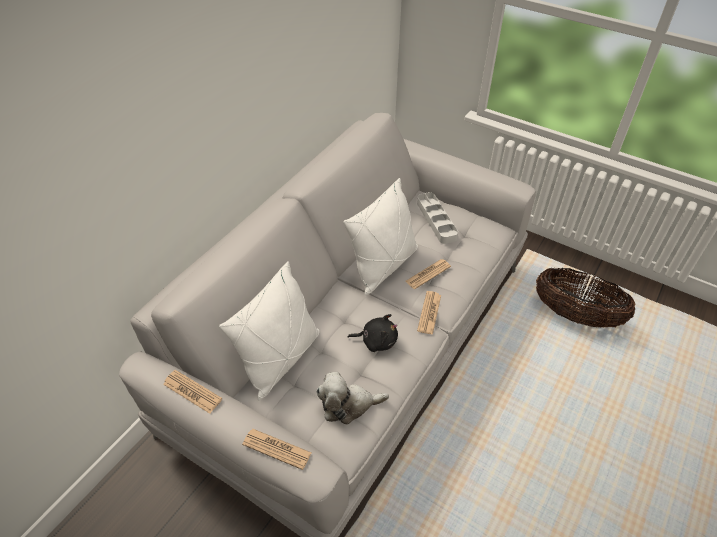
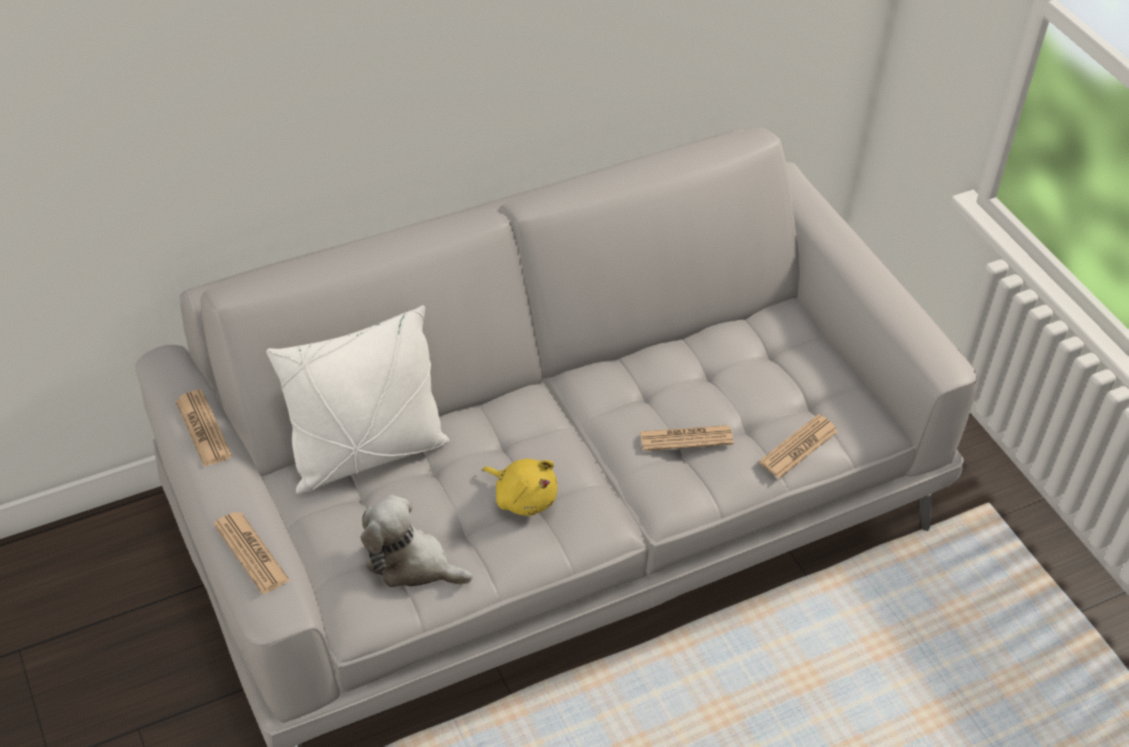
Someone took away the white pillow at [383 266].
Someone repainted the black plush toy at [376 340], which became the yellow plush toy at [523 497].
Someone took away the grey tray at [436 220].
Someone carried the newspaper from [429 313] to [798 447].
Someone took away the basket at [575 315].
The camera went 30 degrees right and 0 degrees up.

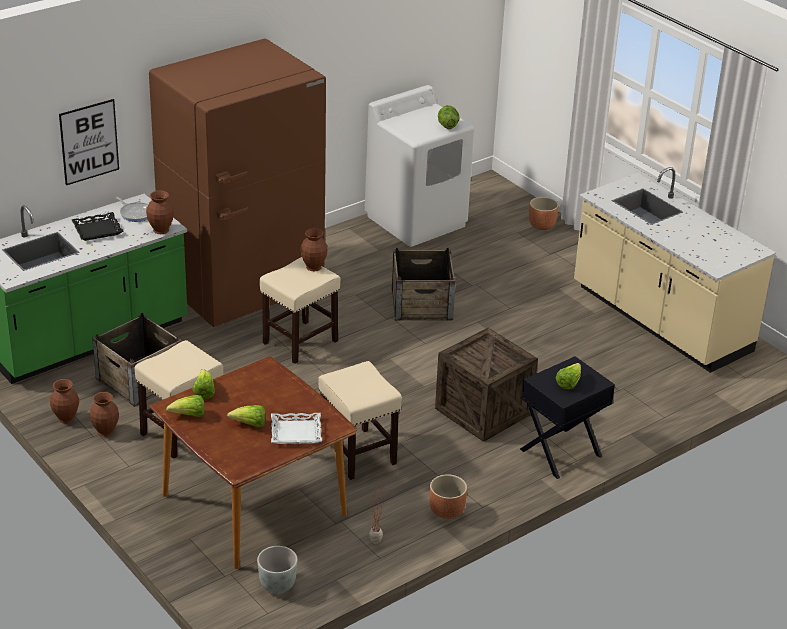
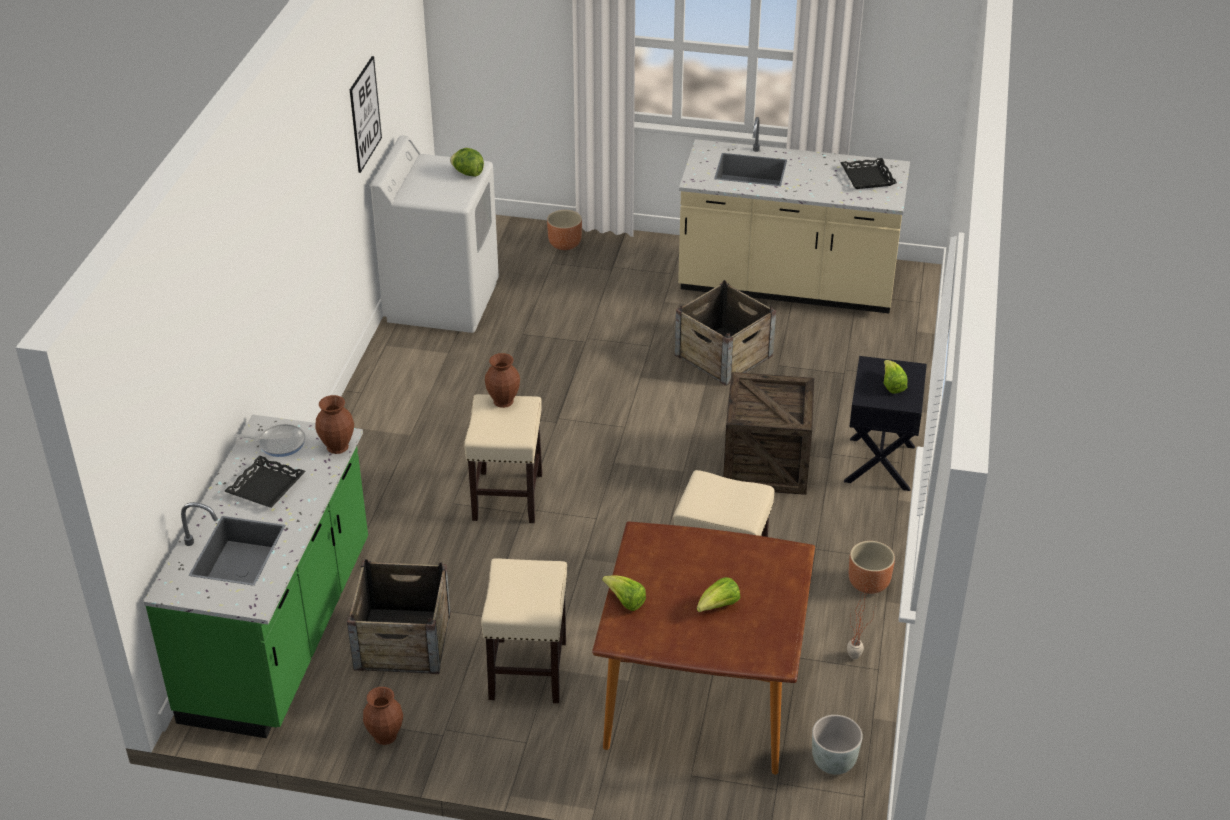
Someone carried the picture from [89 142] to [365 114].
Someone took away the brown vase at [105 431].
Someone took away the brown fridge at [243 289].
Someone took away the lettuce at [189 415].
Someone took away the white tray at [296 432].
Someone carried the crate from [422 304] to [723 355].
Someone put down the black tray at [868 178].
The camera went 40 degrees left and 5 degrees up.

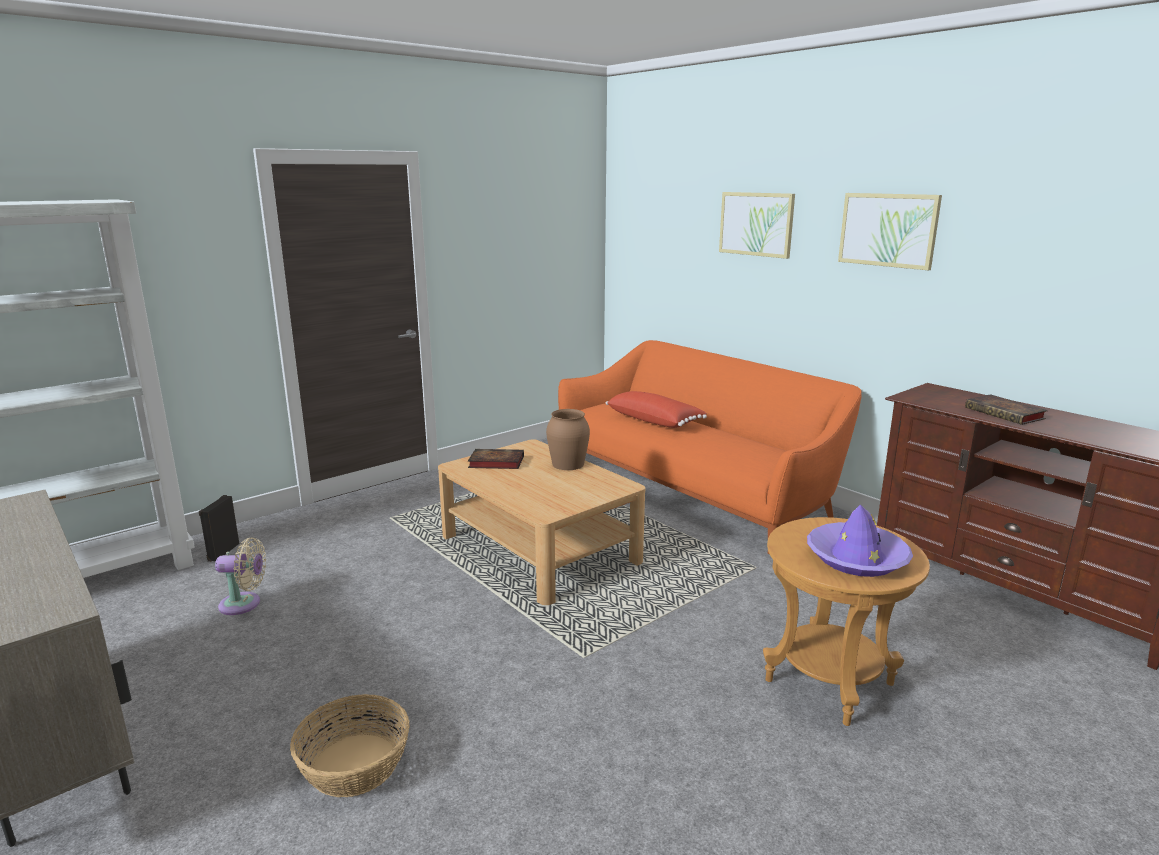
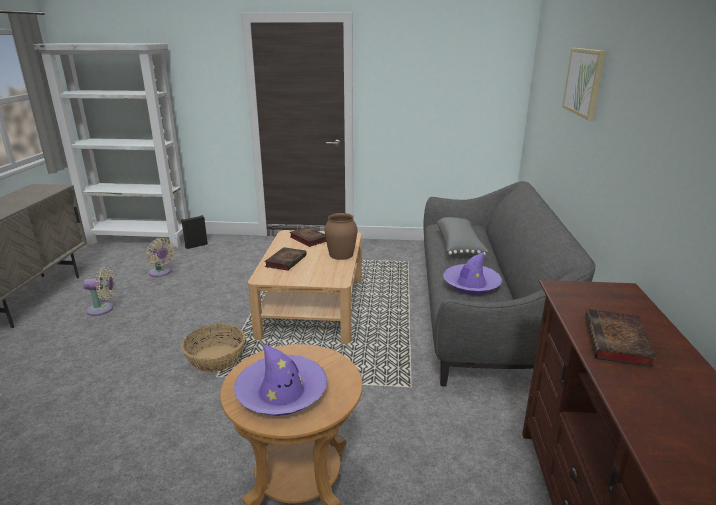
Someone carried the basket from [353 765] to [215 358].
Someone repainted the orange sofa at [695 489], which became the grey sofa at [481 314].
Someone repainted the red pillow at [655 421], which became the grey pillow at [459 246].
Someone took away the picture at [888 230].
Someone put down the beige fan at [103 309].
Someone put down the book at [286 261].
Someone put down the purple hat at [471 284].
The camera went 45 degrees right and 5 degrees up.

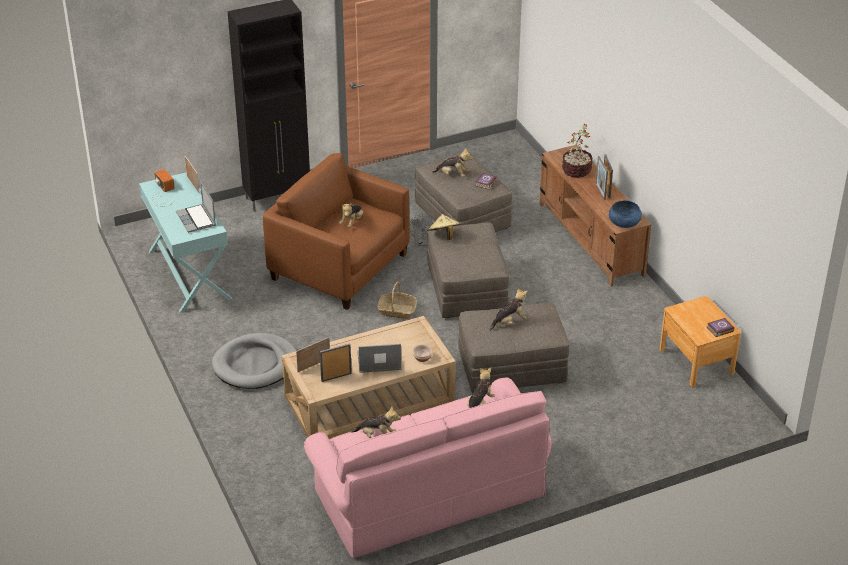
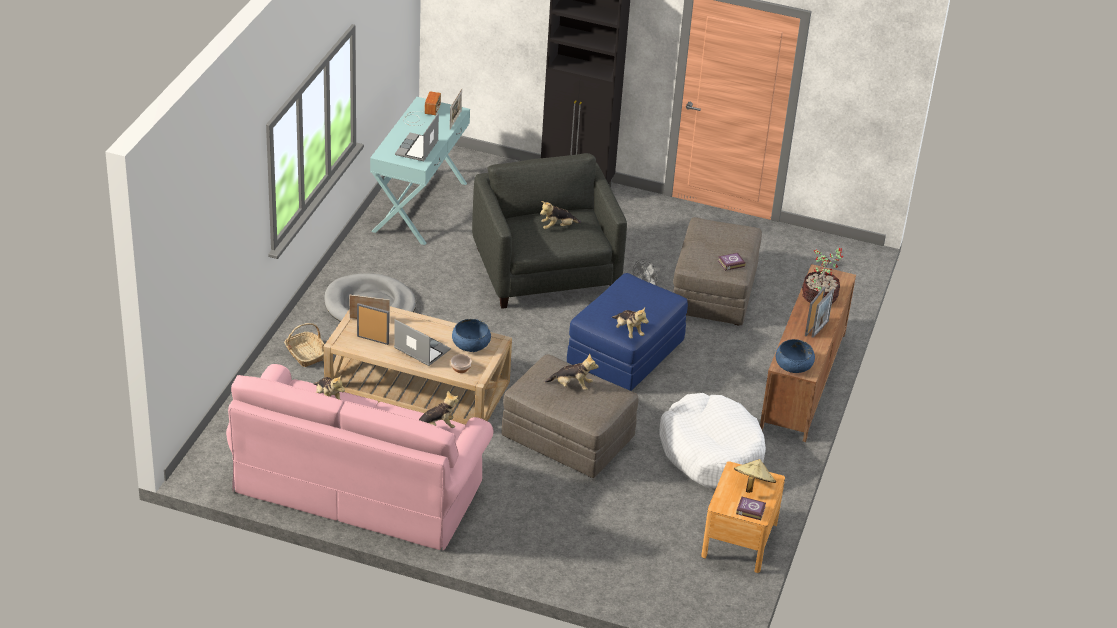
Someone repainted the brown armchair at [340 267], which became the grey armchair at [546 271].
Someone carried the basket from [397 311] to [305 354].
Someone repainted the grey ottoman at [466 289], which became the blue ottoman at [625 353].
Someone carried the beige hat from [444 235] to [752 485].
Someone carried the plush toy from [453 174] to [628 331].
Someone put down the blue bowl at [471 343].
Someone put down the white dog bed at [711 453].
The camera went 40 degrees right and 0 degrees up.

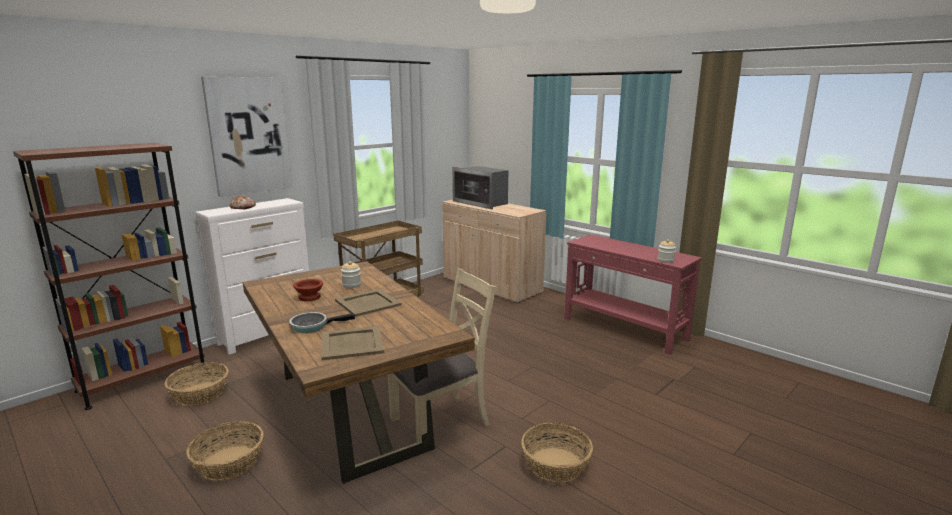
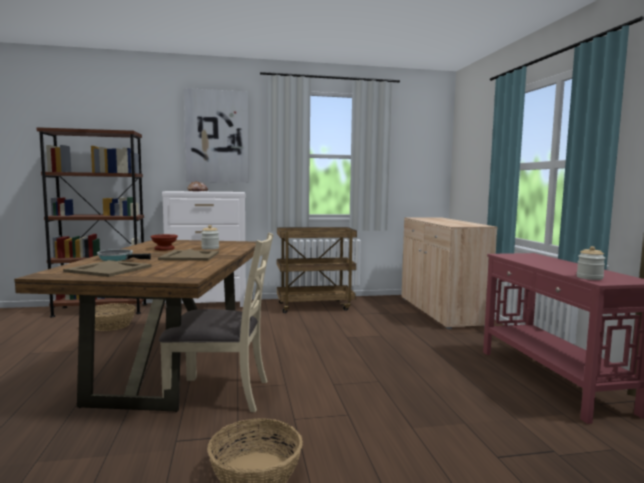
Someone took away the basket at [228 463].
Someone took away the microwave at [482 203].
The camera went 35 degrees right and 10 degrees down.

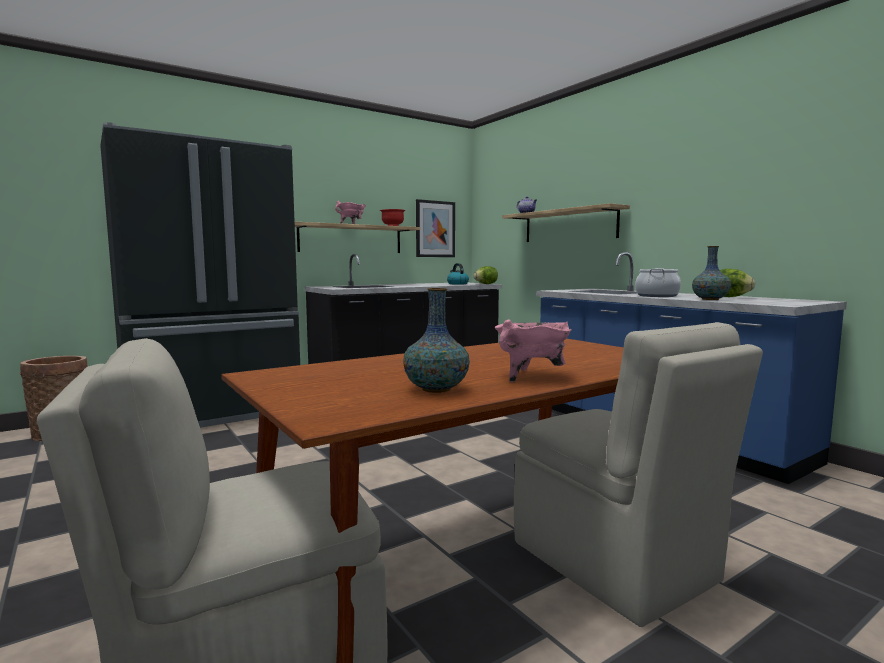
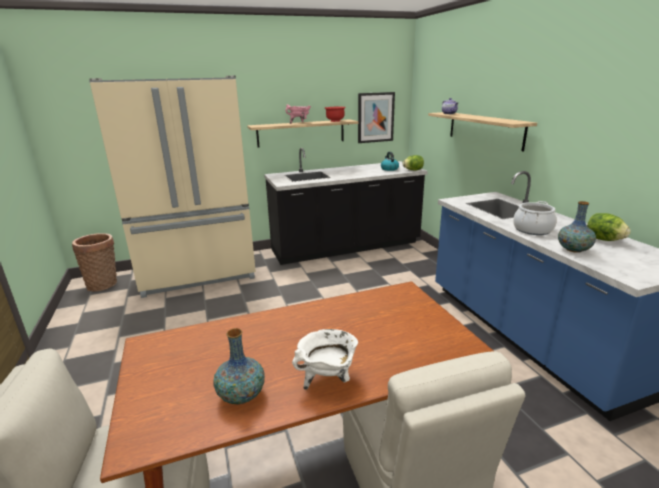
Someone repainted the black fridge at [215 415], which became the beige fridge at [199 274].
Someone repainted the pink cooking pot at [531 377], which became the white cooking pot at [328 379].
The camera went 15 degrees right and 15 degrees up.

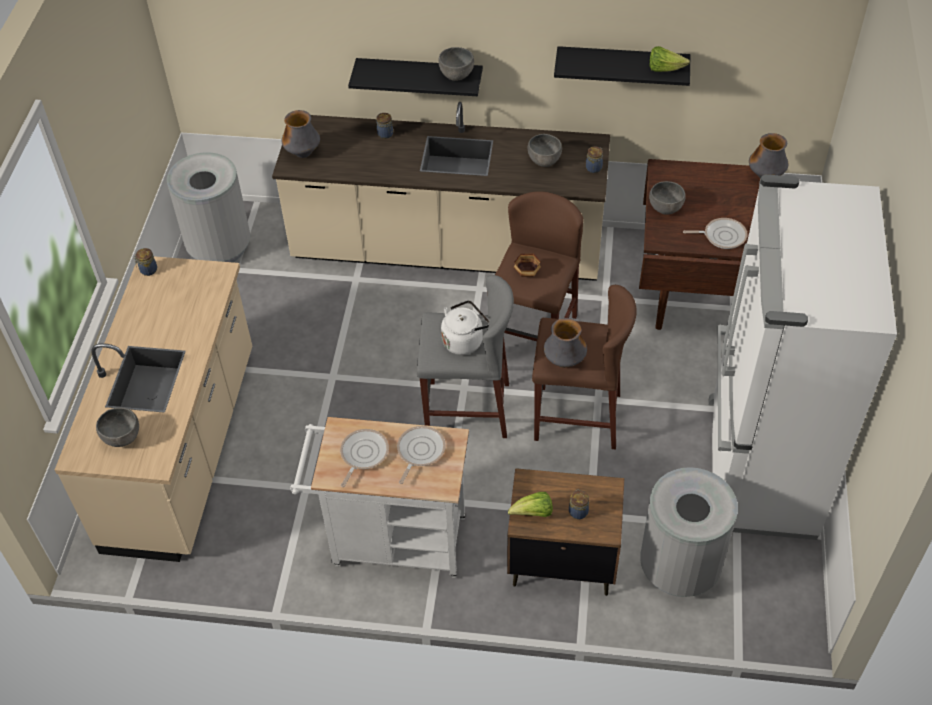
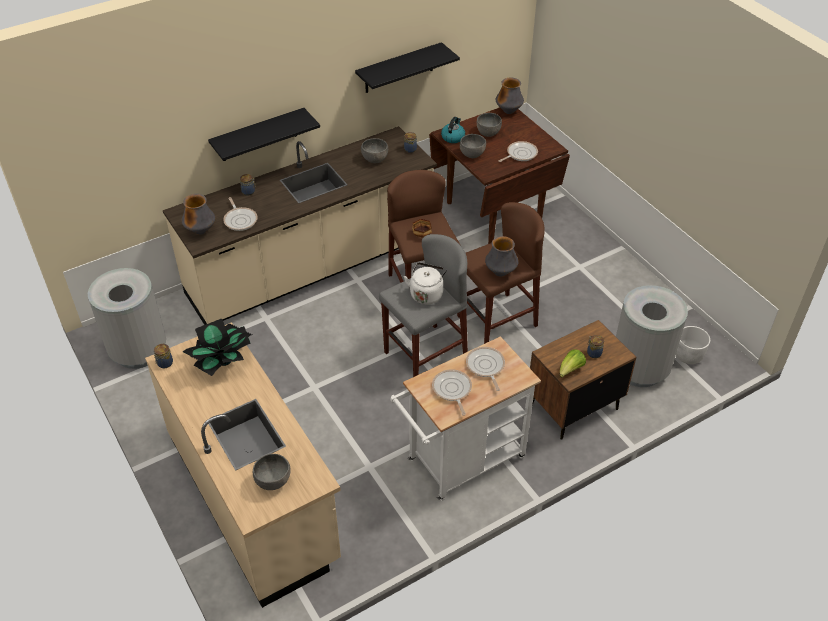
Someone carried the grey bowl from [456 76] to [488 133].
Someone took away the lettuce at [664 69].
Someone took away the white fridge at [757 468].
Someone put down the potted plant at [223 361].
Someone put down the frying pan at [240 220].
Someone put down the kettle at [453 137].
Someone put down the white planter at [688 355].
The camera went 40 degrees left and 5 degrees down.

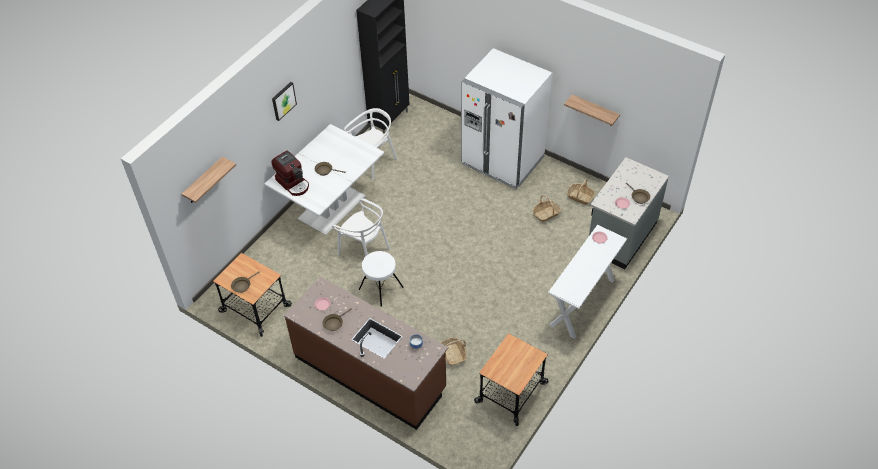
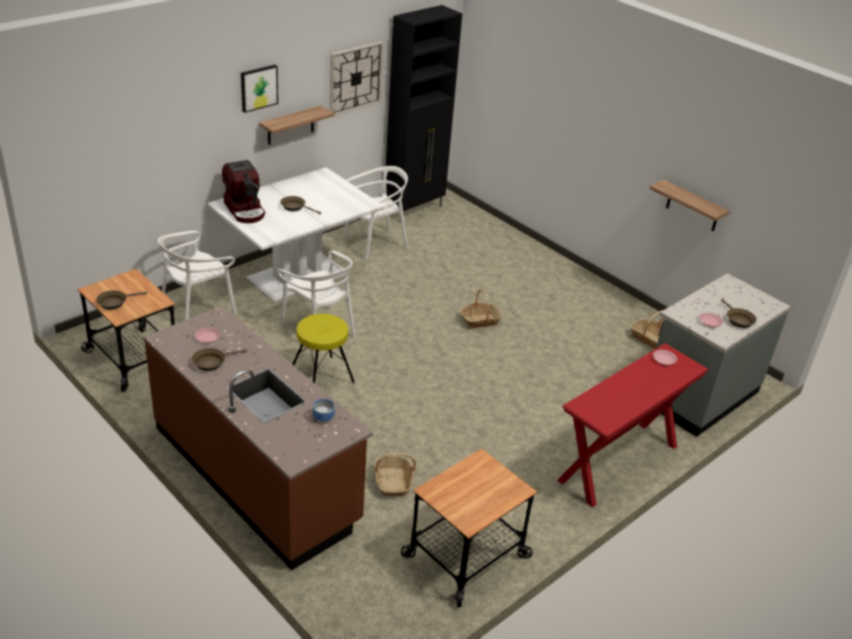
Someone carried the shelf from [204 181] to [290 125].
Someone repainted the white stool at [380 288], which became the yellow stool at [321 376].
Someone took away the white fridge at [502 161].
Someone carried the basket from [546 214] to [480 321].
Someone repainted the white console table at [582 302], which became the red console table at [618 463].
Someone put down the white chair at [197 310].
Someone put up the wall clock at [355 78].
The camera went 10 degrees right and 15 degrees down.

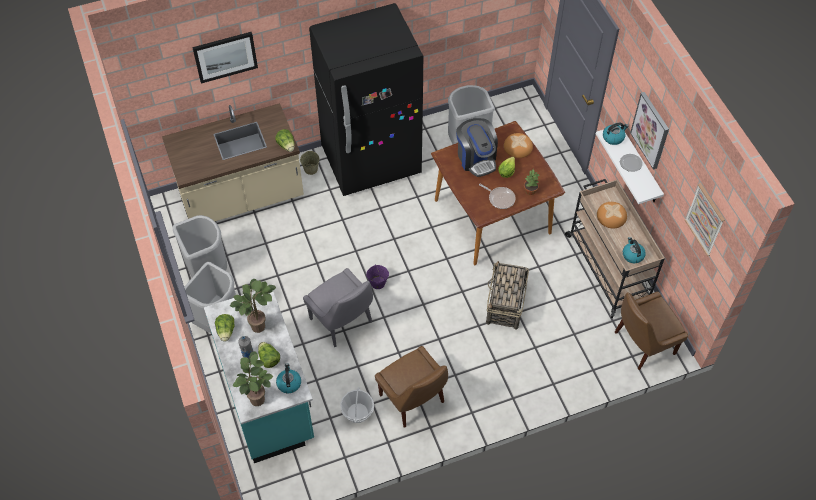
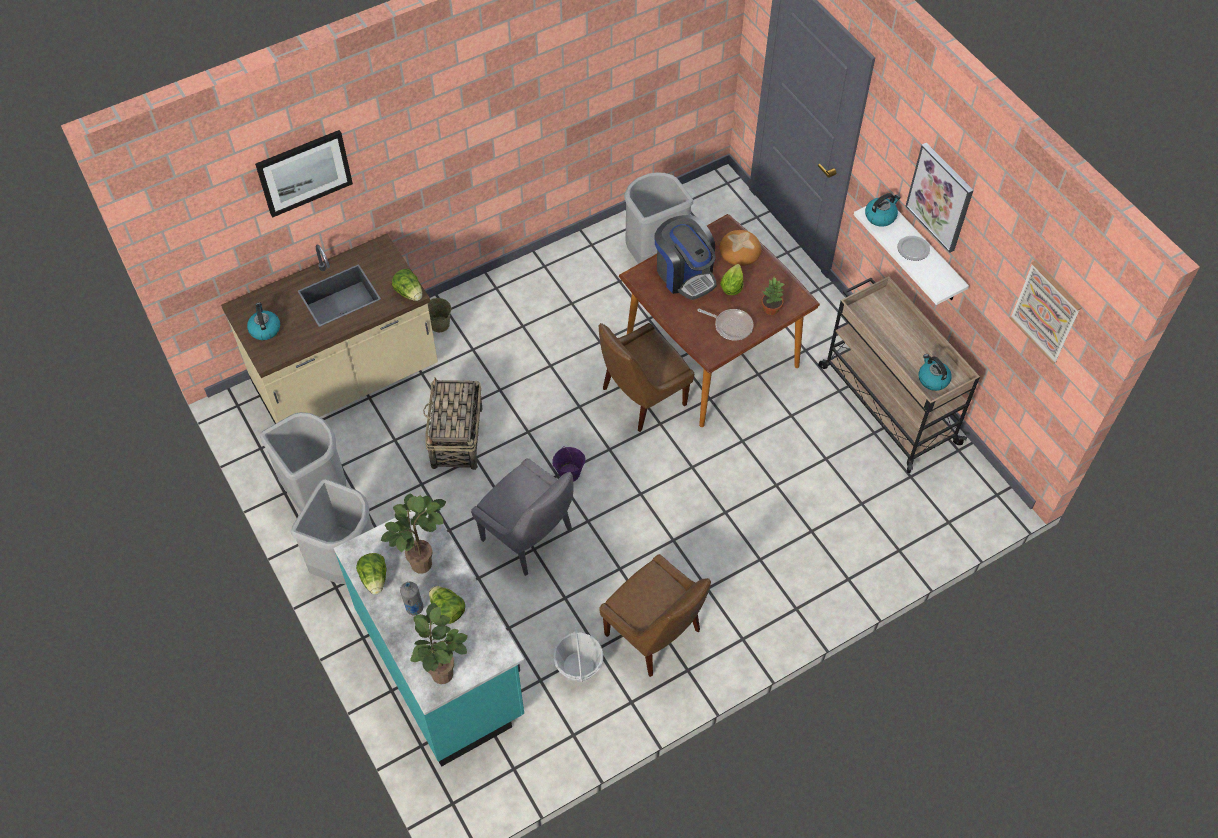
Someone carried the kettle from [289 383] to [264 329].
Someone took away the black fridge at [371 161].
Someone carried the basket from [505 305] to [457 438].
Someone took away the bread at [611 216].
Someone carried the brown chair from [642 344] to [641 398].
The camera went 10 degrees left and 0 degrees up.

